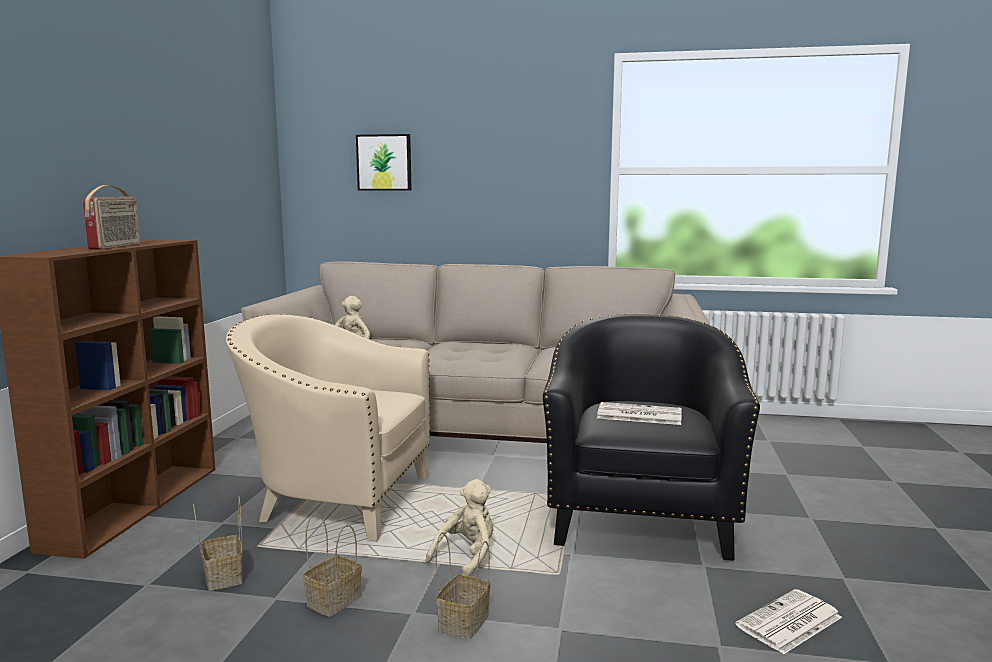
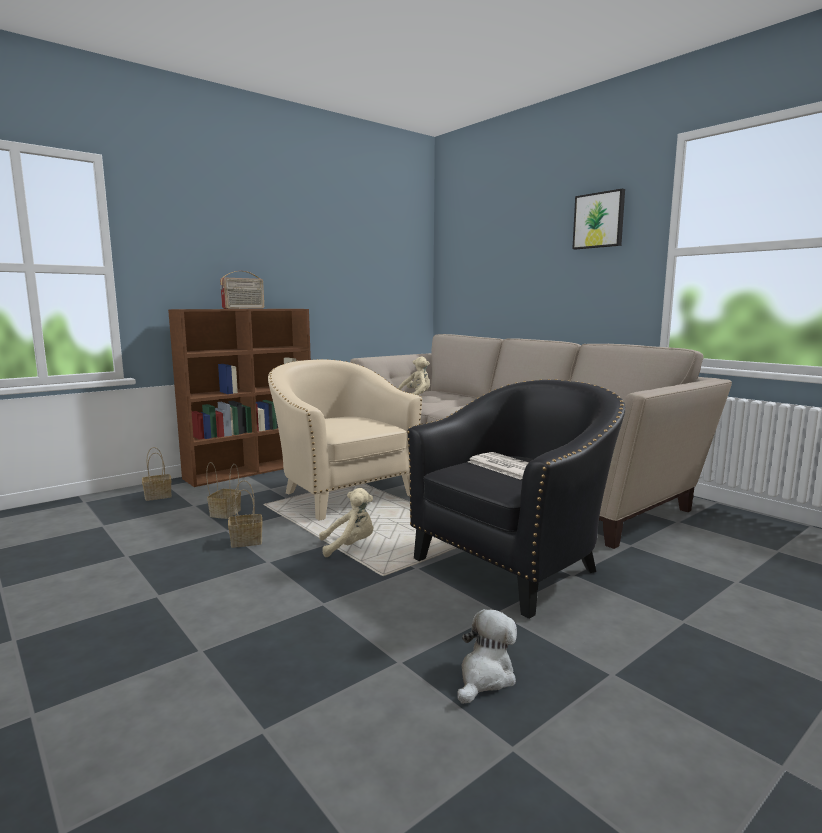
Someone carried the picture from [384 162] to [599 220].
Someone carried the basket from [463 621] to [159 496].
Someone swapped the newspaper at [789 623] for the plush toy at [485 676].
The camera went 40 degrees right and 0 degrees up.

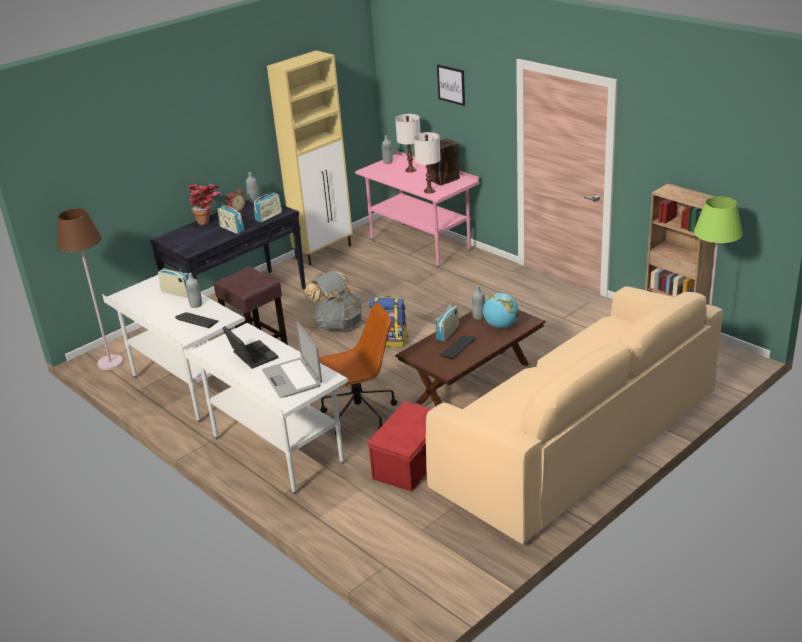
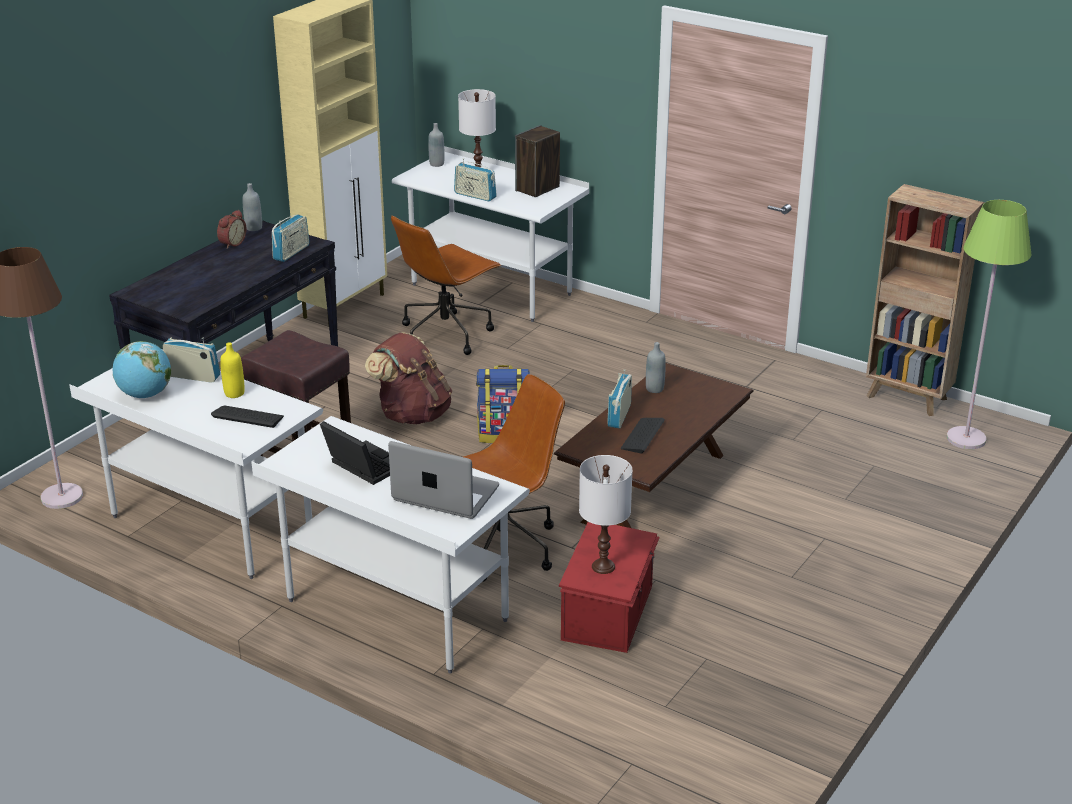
Someone repainted the grey bottle at [196 305], which became the yellow bottle at [234 393].
Someone took away the potted plant at [208 222].
Someone carried the radio from [232 229] to [475 195].
Someone rotated the laptop at [292 378] by 150 degrees clockwise.
Someone repainted the grey backpack at [338 324], which became the brown backpack at [412 414].
Someone repainted the pink desk at [420 245], which became the white desk at [491 289].
Someone carried the white table lamp from [429 191] to [603 566].
Someone took away the beige sofa at [578 441].
Someone took away the picture at [451 84].
Someone carried the globe from [501 326] to [145 395].
Someone put down the brown office chair at [446 334].
The camera went 15 degrees left and 0 degrees up.

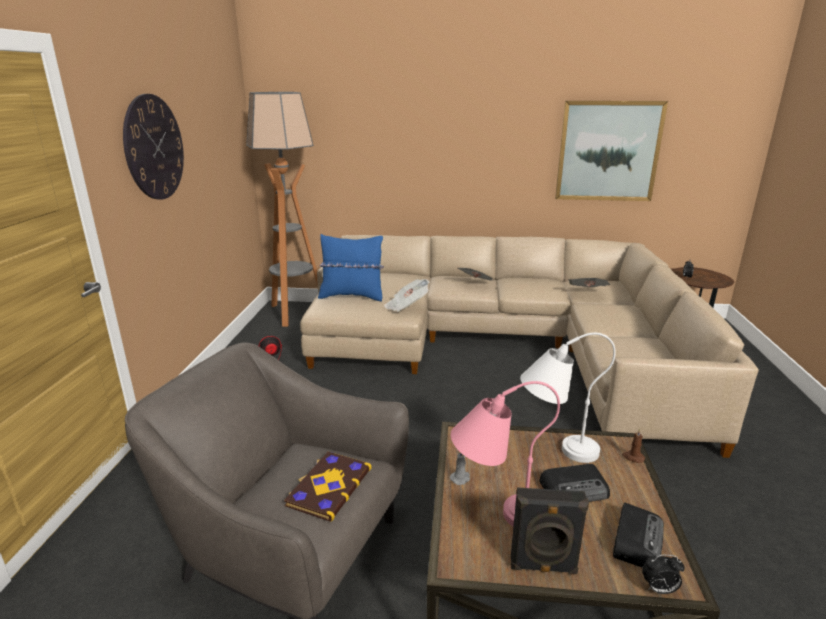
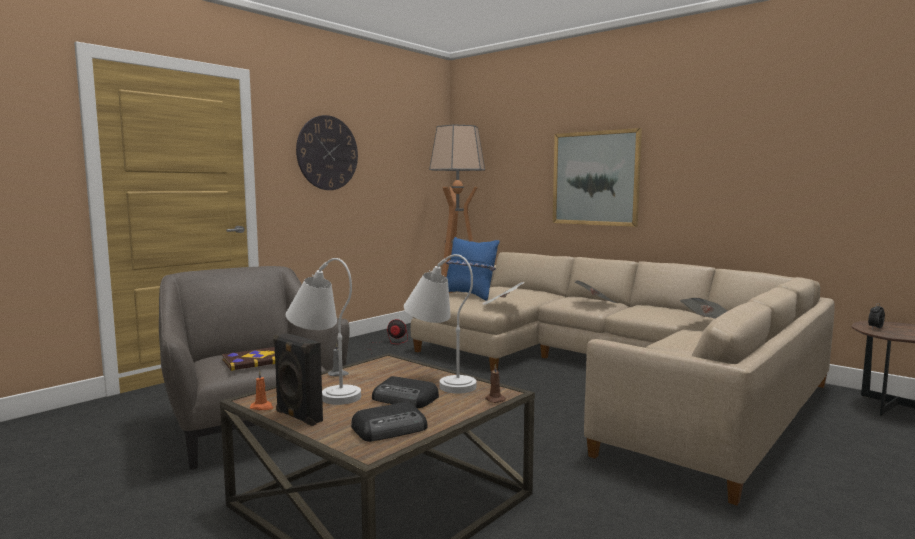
Someone repainted the pink table lamp at [494 511], which became the white table lamp at [325 391].
Someone carried the picture from [608 151] to [595 178].
Someone took away the alarm clock at [659 589].
Someone put down the orange candle at [262 407].
The camera went 35 degrees right and 15 degrees down.

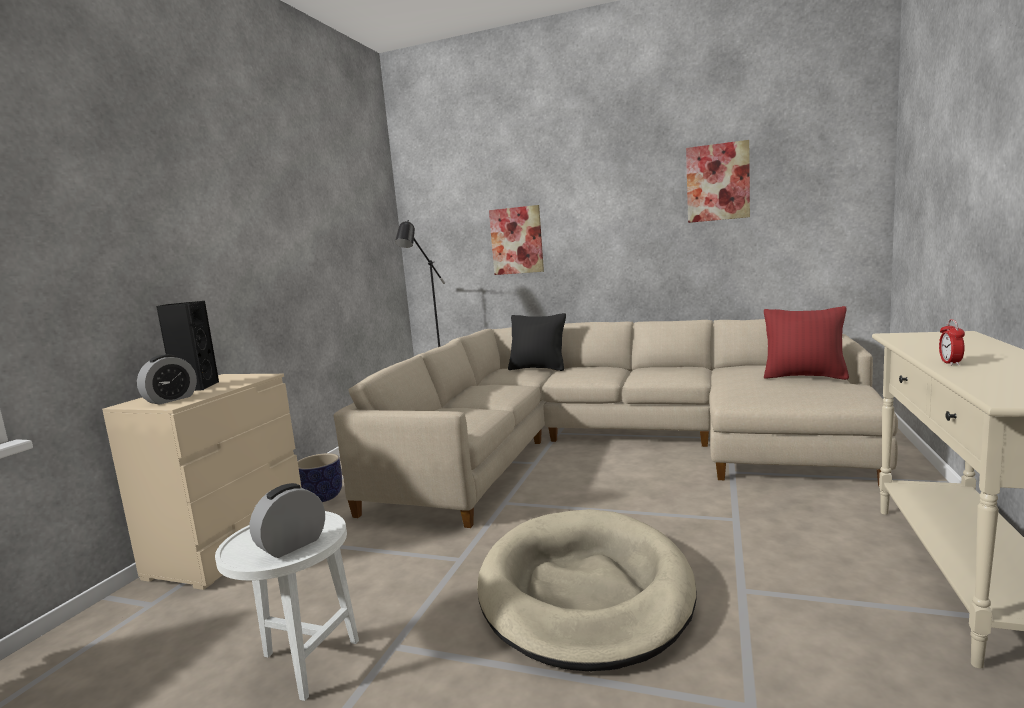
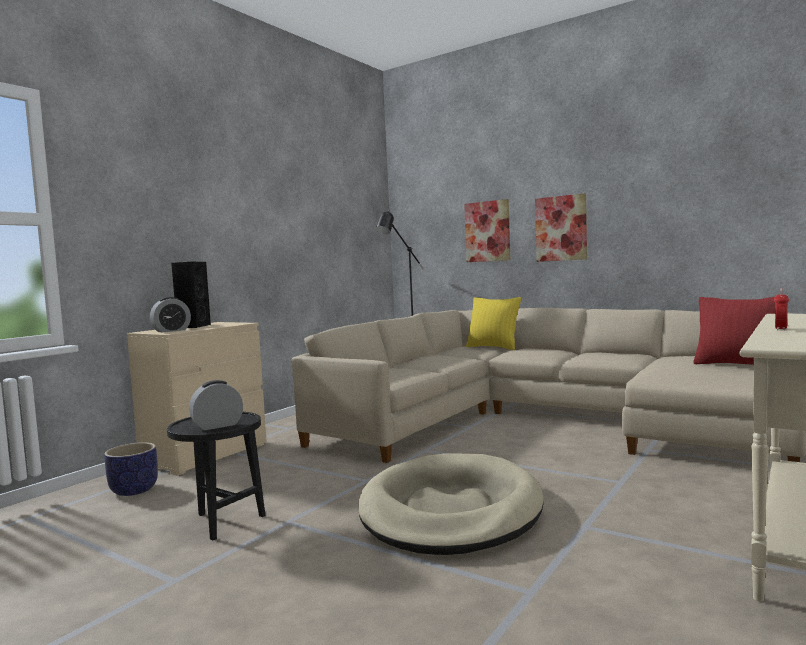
Someone repainted the white side table at [303 662], which became the black side table at [222 521].
Someone carried the planter from [322 497] to [134 490].
Someone repainted the black pillow at [538 368], which became the yellow pillow at [493 347].
Someone carried the picture from [717 182] to [561 228].
The camera went 15 degrees right and 5 degrees down.

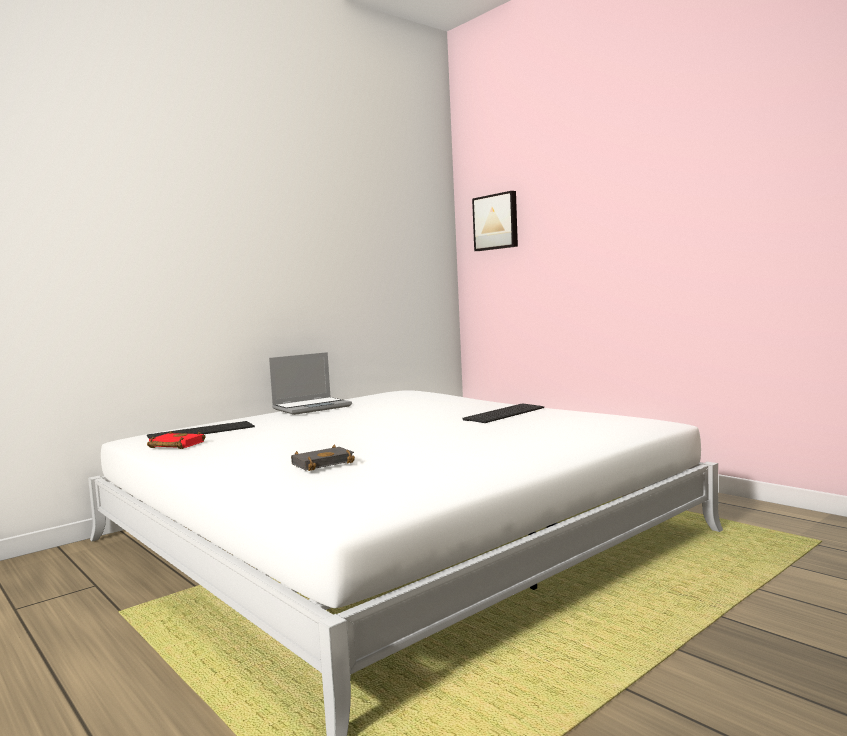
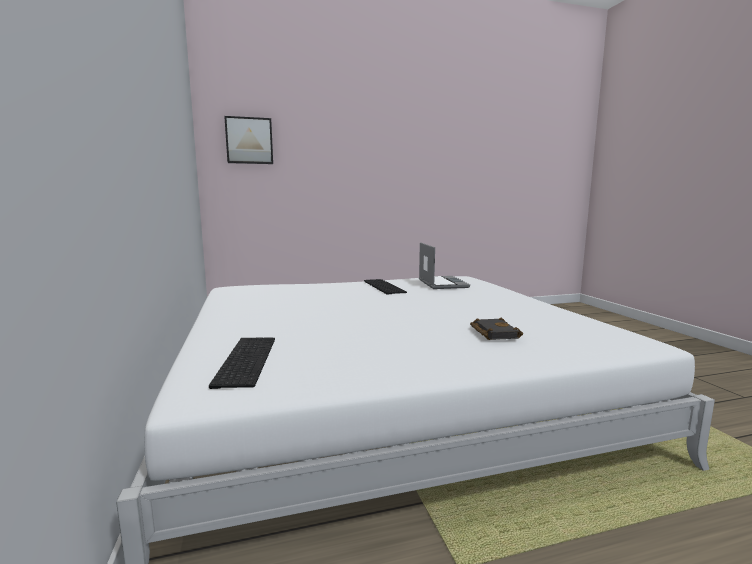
Someone took away the red book at [174 445].
Someone carried the laptop from [312 407] to [441 283].
The camera went 65 degrees left and 5 degrees up.

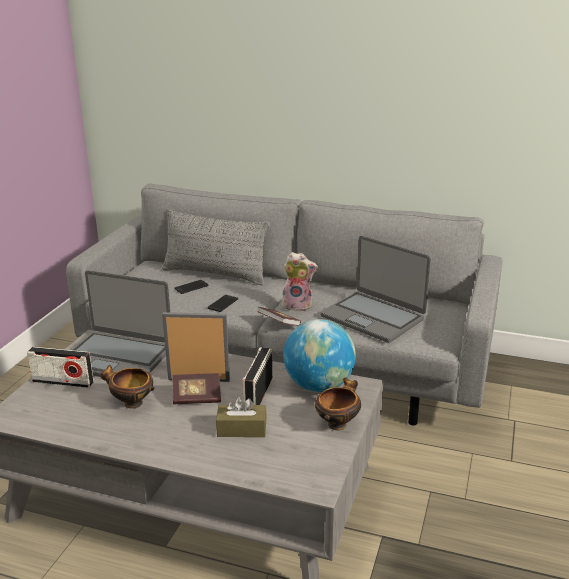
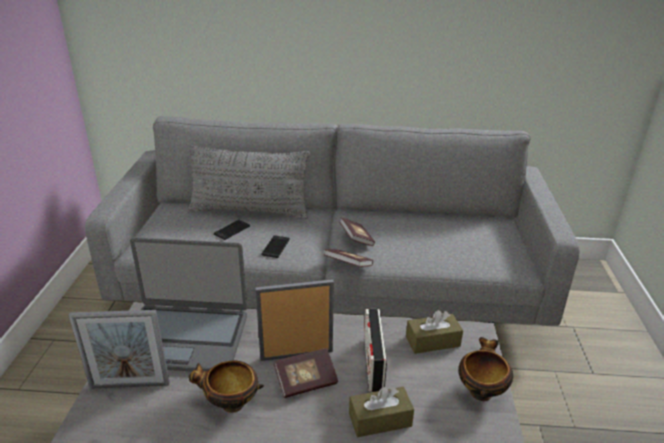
Someone swapped the radio at [63 382] for the picture frame at [130 385].
Someone swapped the plush toy at [298 305] for the book at [356 239].
Someone swapped the globe at [318 385] for the brown tissue box at [432 341].
Someone took away the laptop at [373 317].
The camera went 15 degrees left and 5 degrees up.

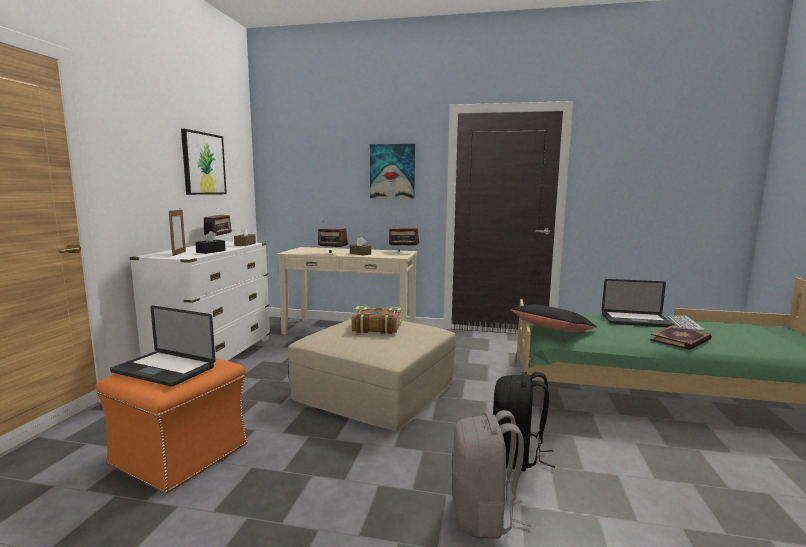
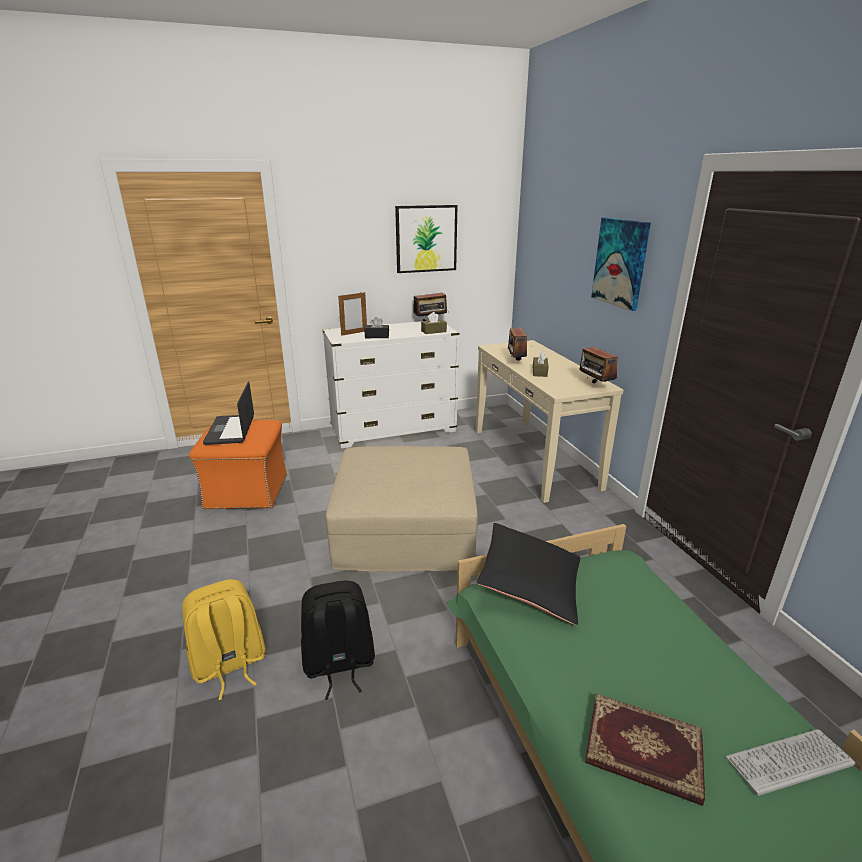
Someone took away the book at [376 327].
Someone repainted the grey backpack at [484 515], which became the yellow backpack at [229 665].
Someone took away the laptop at [635 320].
The camera went 60 degrees right and 15 degrees up.

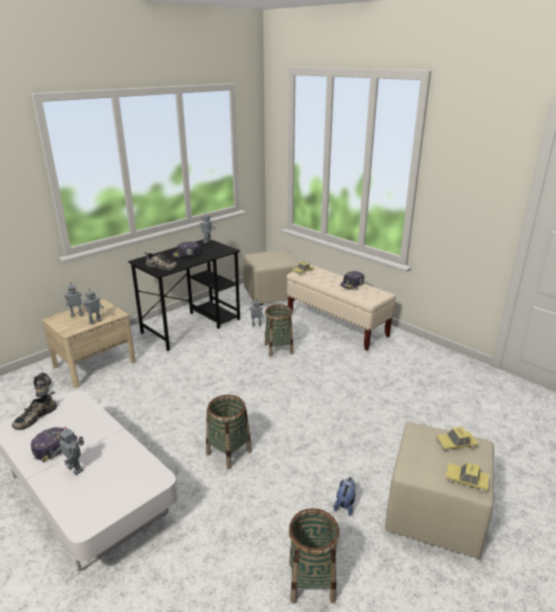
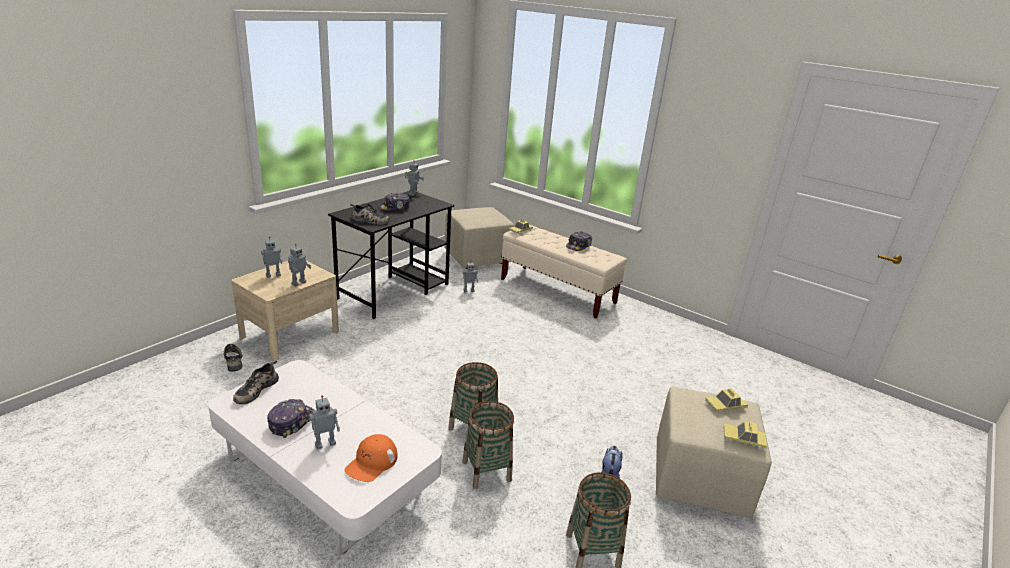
Someone rotated the toy robot at [76 468] by 60 degrees counterclockwise.
Someone carried the basket from [278 349] to [486 471].
Someone put down the orange cap at [371 462].
The camera went 10 degrees left and 0 degrees up.

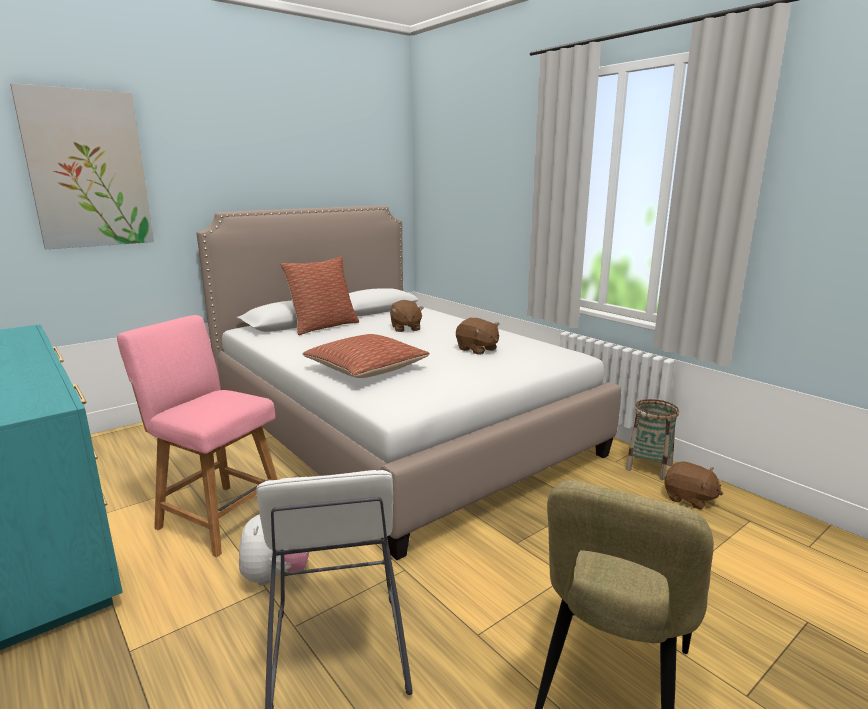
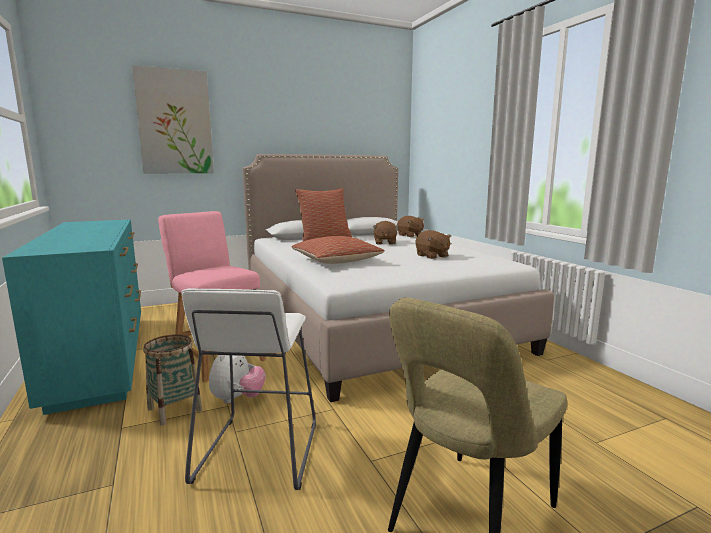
Someone carried the basket from [649 467] to [175 409].
Someone carried the brown plush toy from [689 498] to [410 235].
The camera went 15 degrees right and 5 degrees down.

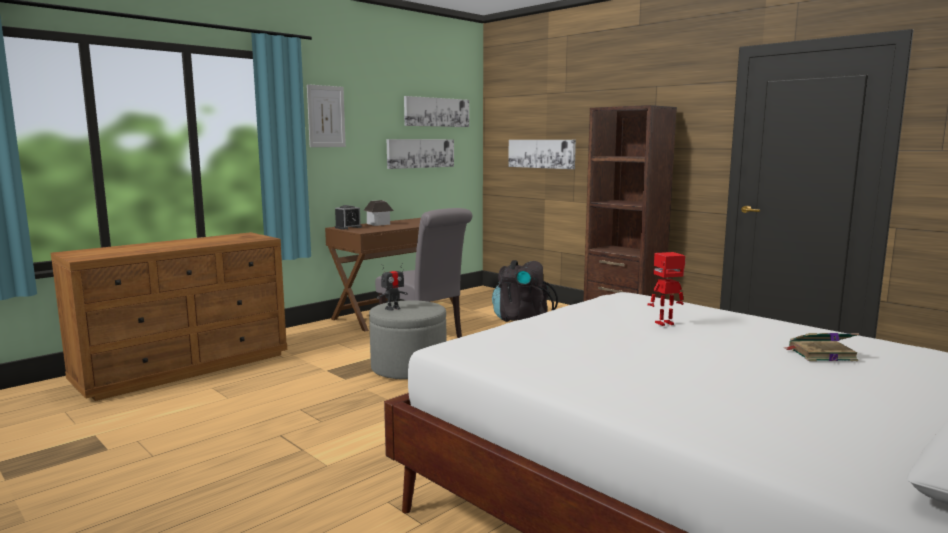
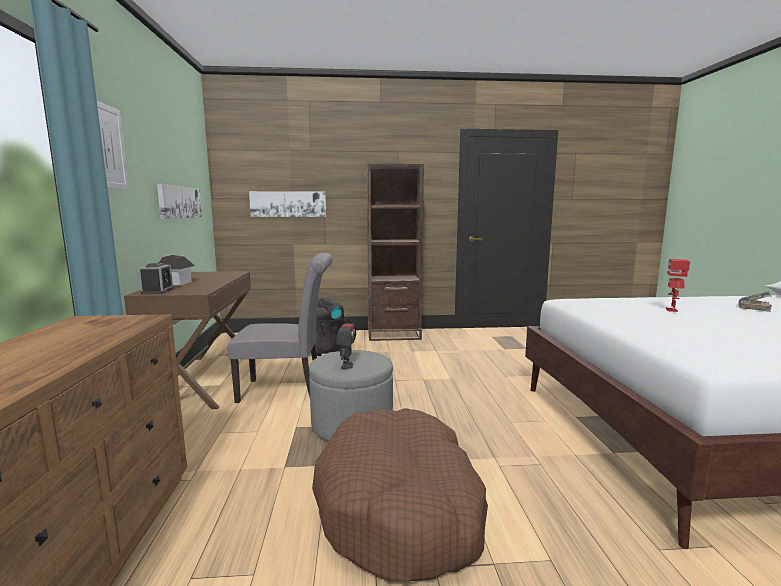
Someone took away the picture at [436 112].
Someone put down the brown dog bed at [401 507].
The camera went 50 degrees left and 0 degrees up.

